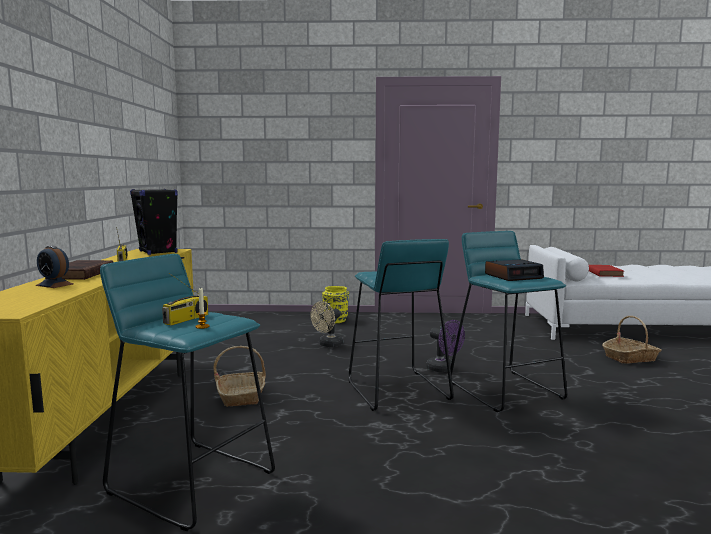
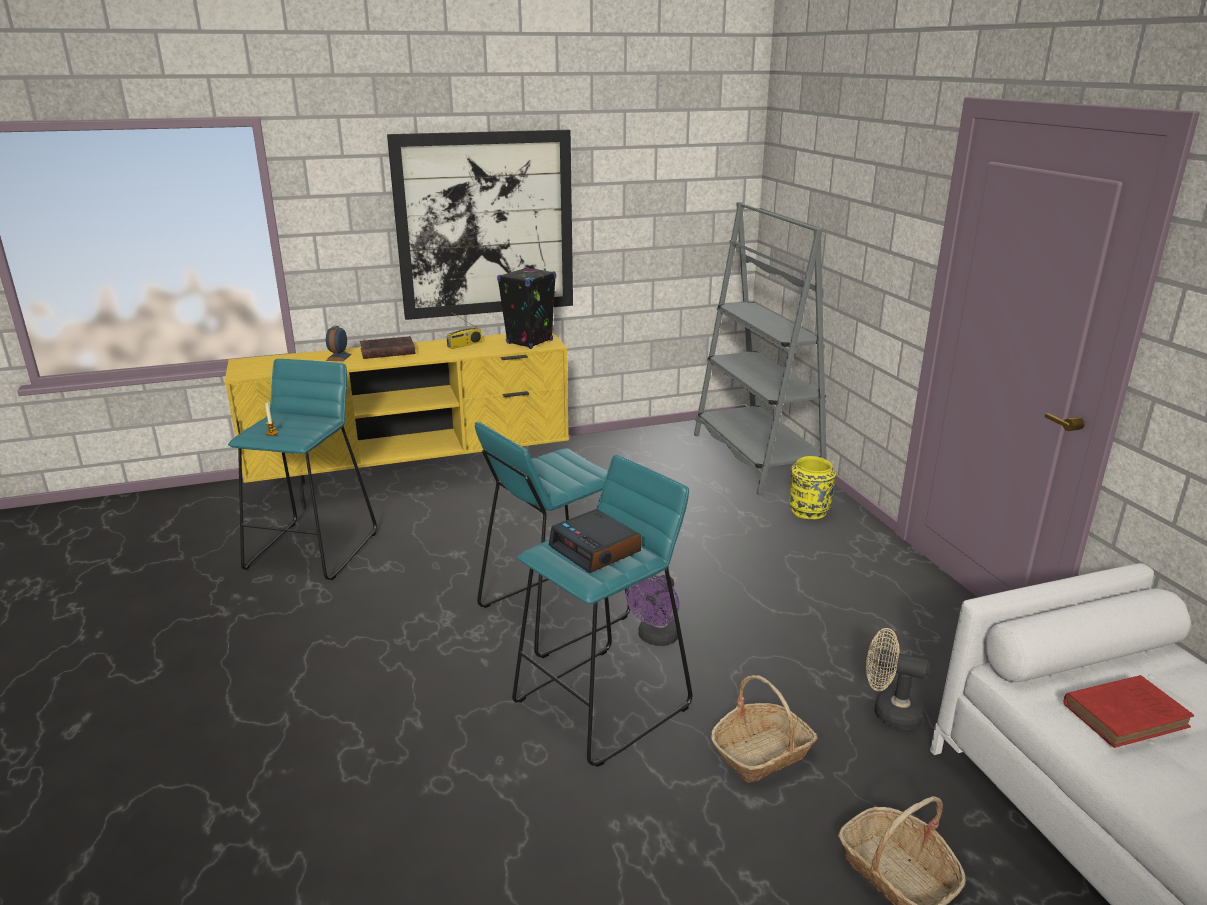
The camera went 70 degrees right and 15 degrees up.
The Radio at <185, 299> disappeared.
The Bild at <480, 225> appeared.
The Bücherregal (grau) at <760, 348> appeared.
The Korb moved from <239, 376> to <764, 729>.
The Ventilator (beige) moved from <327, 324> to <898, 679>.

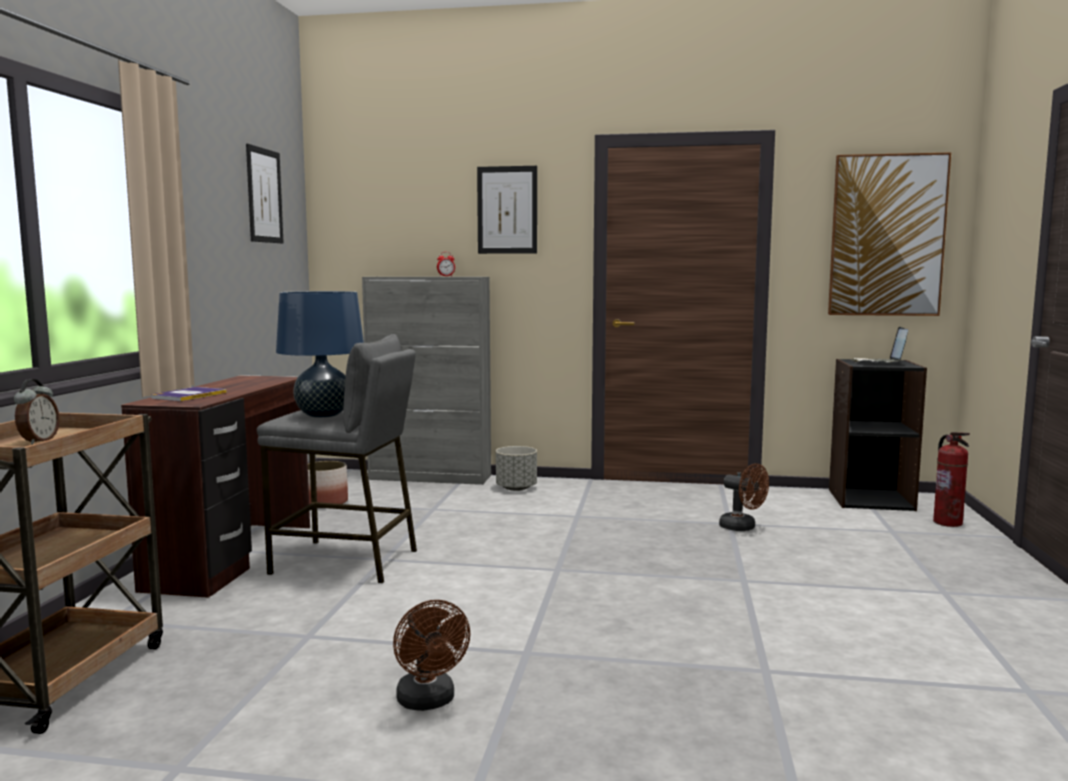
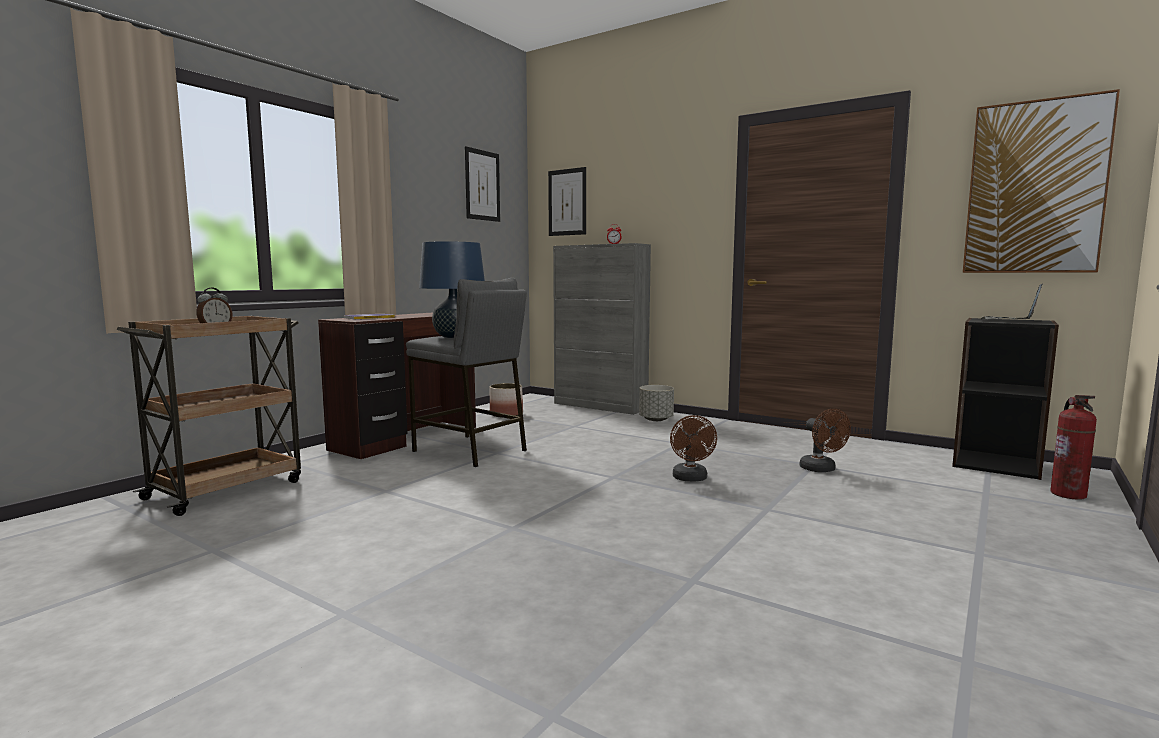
The camera went 25 degrees right and 0 degrees up.
The Ventilator (braun) moved from <431, 655> to <693, 448>.
The Bild moved from <507, 210> to <567, 201>.

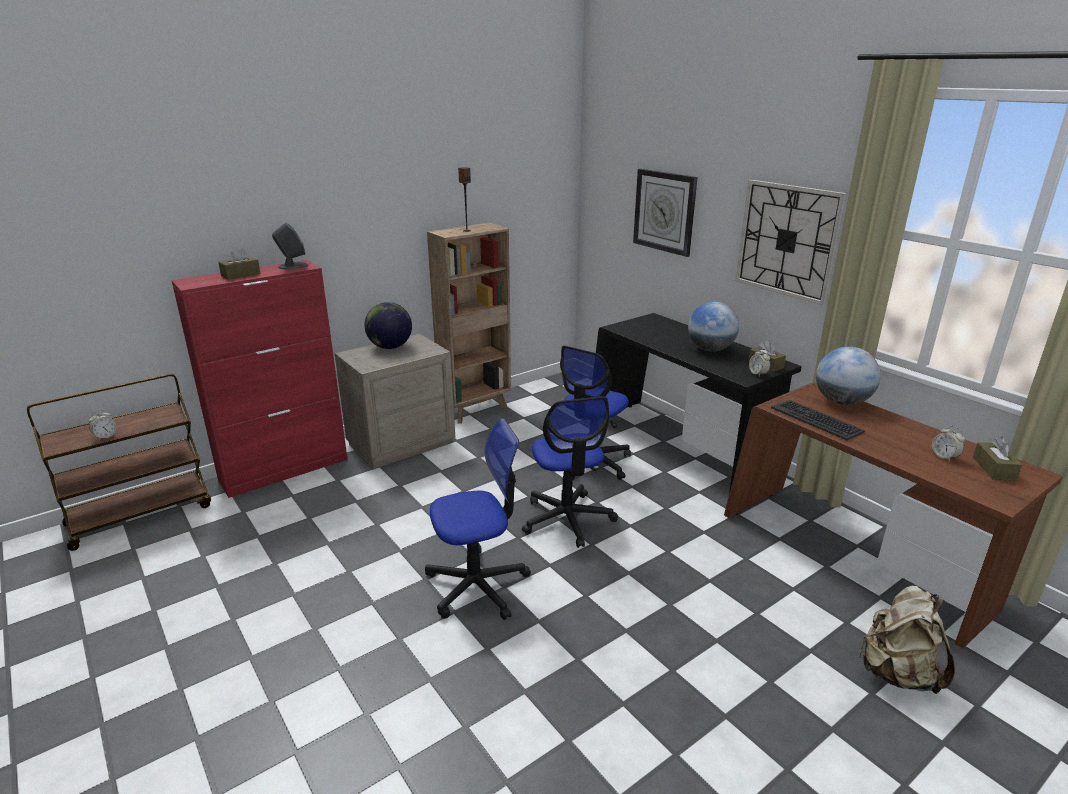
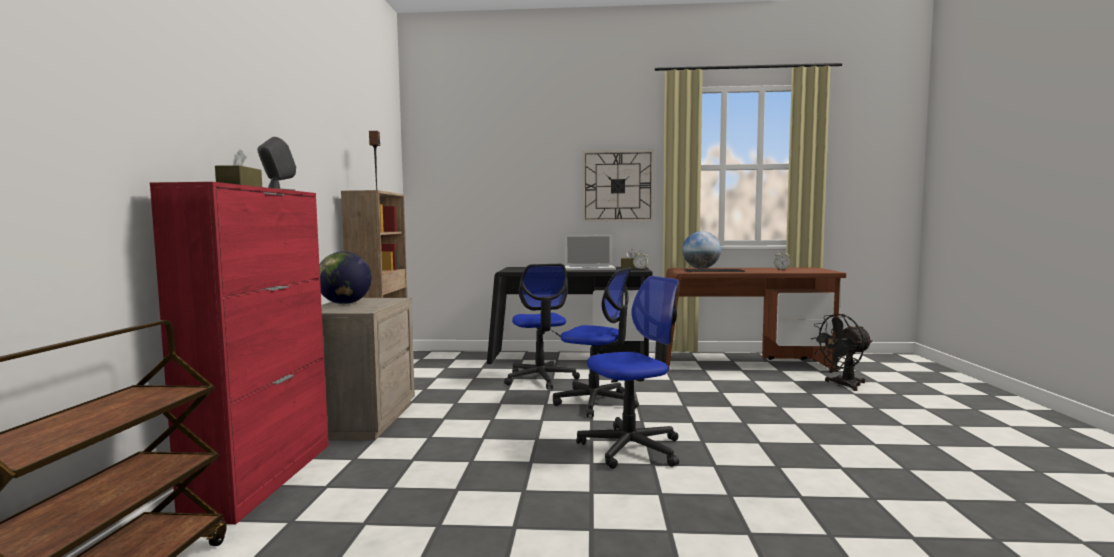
The camera went 50 degrees left and 20 degrees down.
The Wecker at <103, 425> disappeared.
The Wanduhr at <665, 213> disappeared.
The Taschentuchbox (braun) at <997, 458> disappeared.
The Globus at <713, 327> was replaced by the Laptop at <590, 252>.
The Rucksack (beige) at <906, 640> was replaced by the Ventilator (schwarz) at <842, 352>.
The Bürostuhl at <478, 519> turned 45 degrees clockwise.

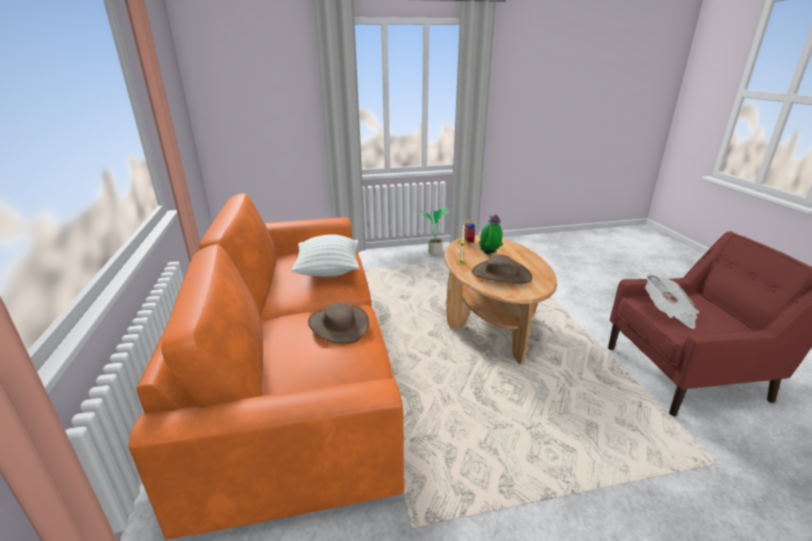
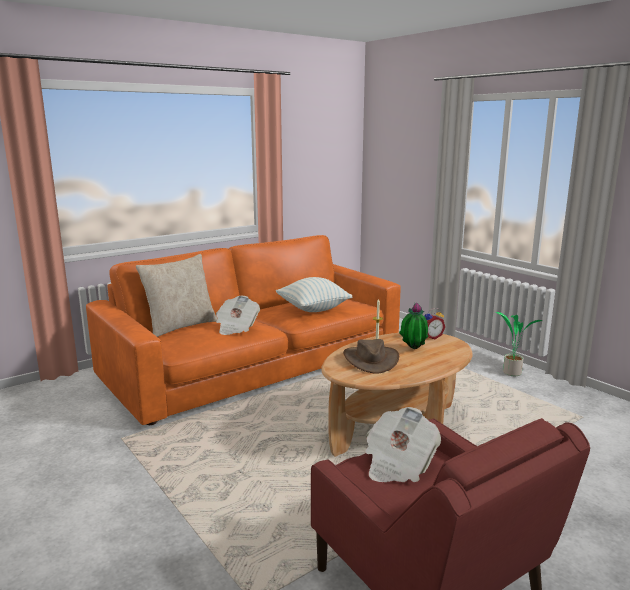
The camera went 65 degrees right and 10 degrees down.
The Kissen (beige) at <177, 295> appeared.
The Hut (braun) at <338, 323> was replaced by the Zeitung at <238, 315>.

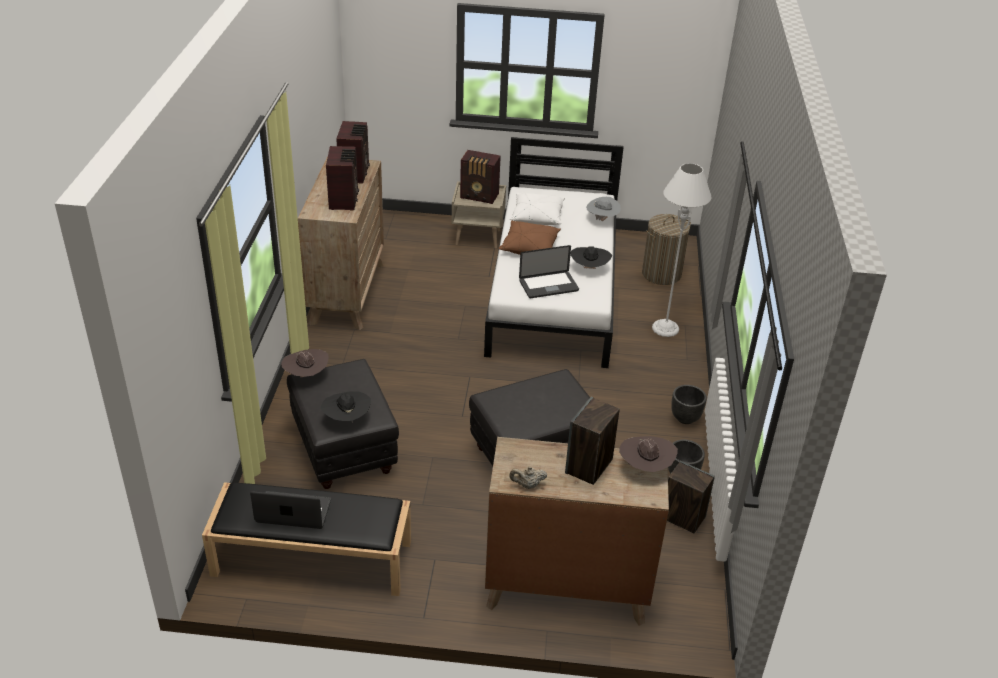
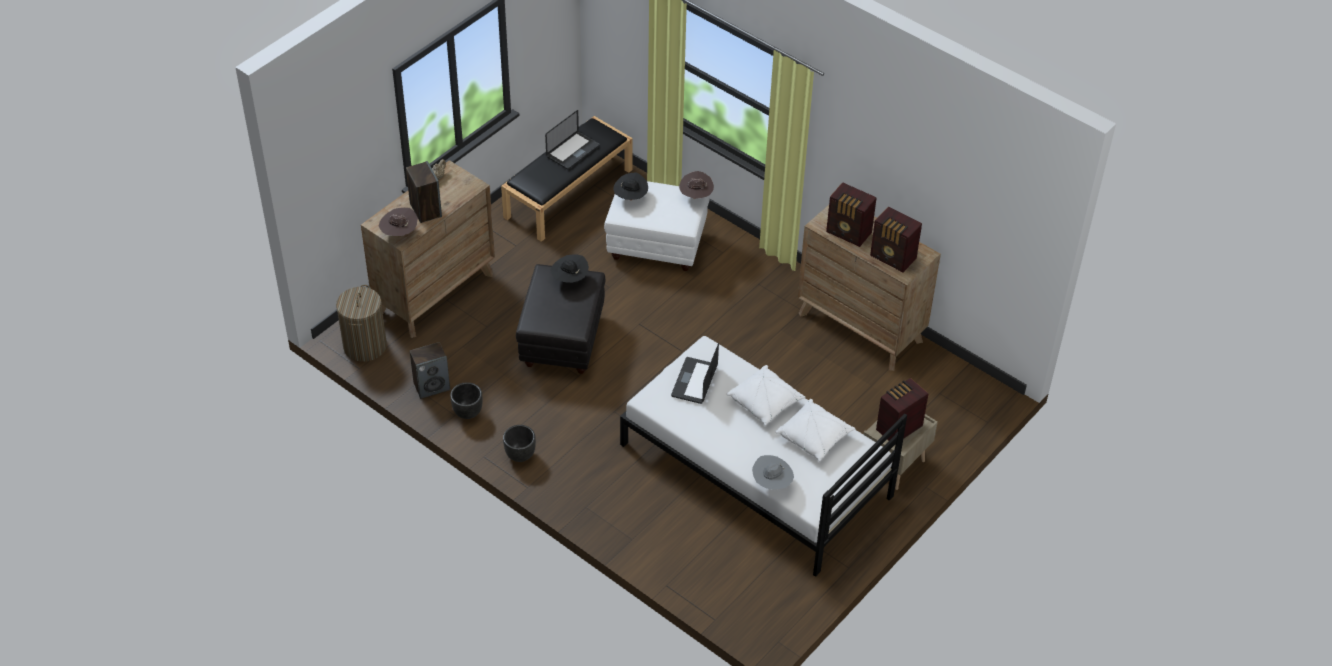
The camera went 125 degrees right and 10 degrees up.
The Stehlampe (grau) at <681, 250> disappeared.
The Hut (schwarz) moved from <591, 257> to <569, 268>.
The Wäschekorb moved from <666, 249> to <361, 323>.
The Polsterhocker (schwarz) at <343, 424> became the Polsterhocker (weiß) at <657, 226>.
The Kissen (braun) at <530, 238> became the Kissen (weiß) at <766, 395>.

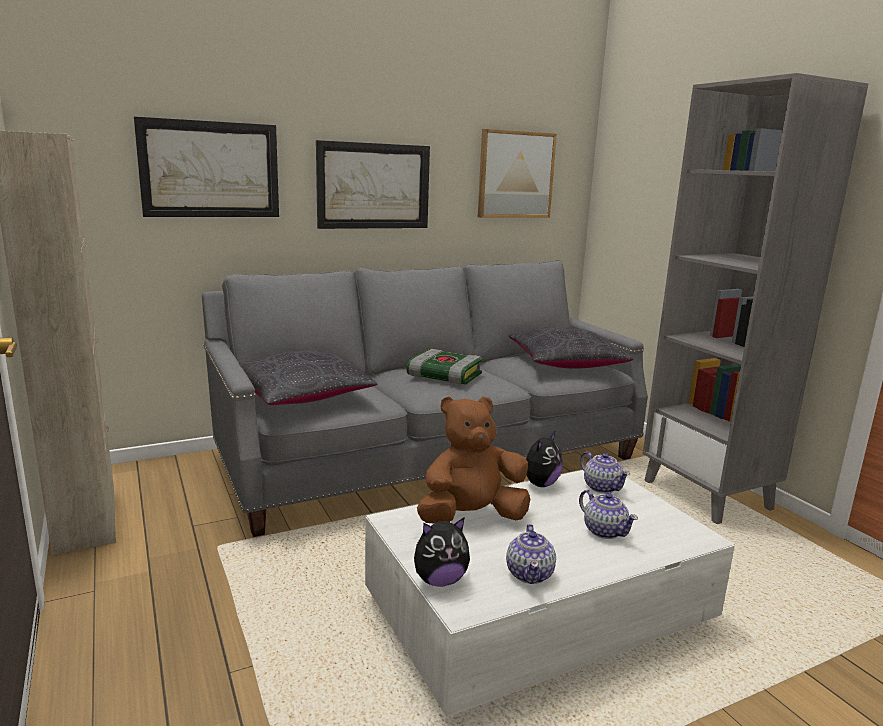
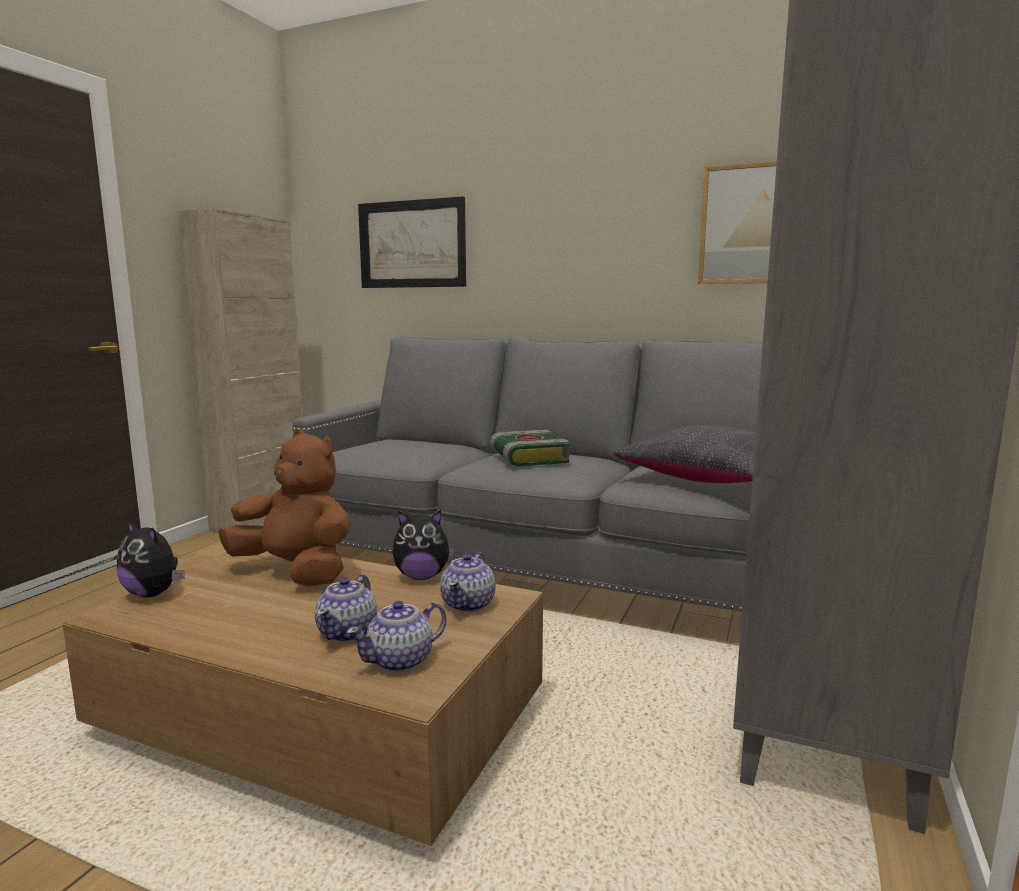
The camera went 50 degrees right and 5 degrees down.
The Kissen (schwarz) at <308, 378> disappeared.
The Bild at <373, 184> disappeared.
The Teekanne moved from <531, 554> to <396, 637>.
The Couchtisch (weiß) at <550, 593> became the Couchtisch (braun) at <302, 698>.

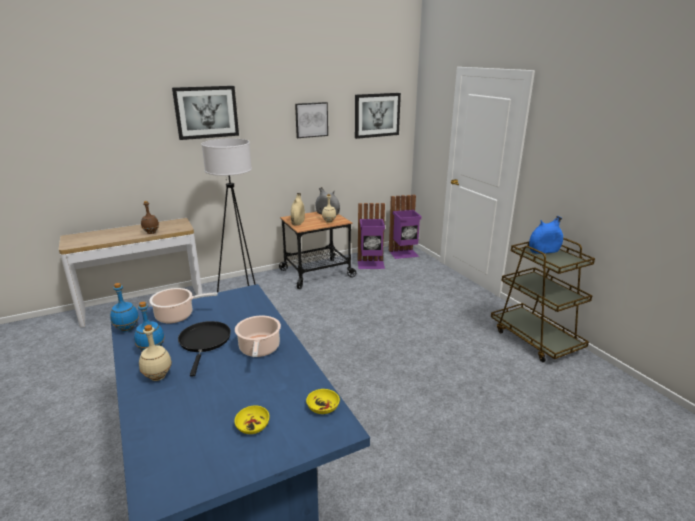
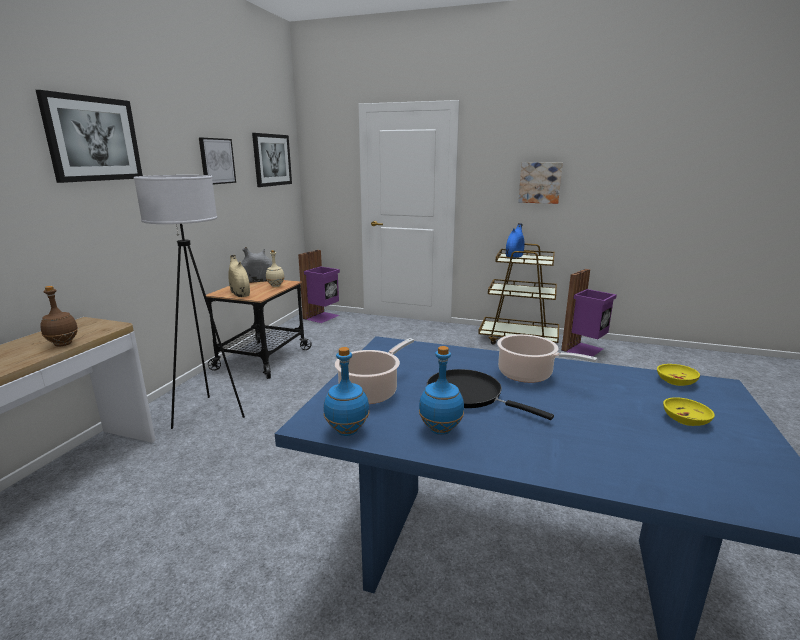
The camera went 45 degrees left and 5 degrees down.
The Flasche (beige) at <155, 353> disappeared.
The Bild at <540, 183> appeared.
The Mülleimer (lila) moved from <371, 236> to <589, 313>.

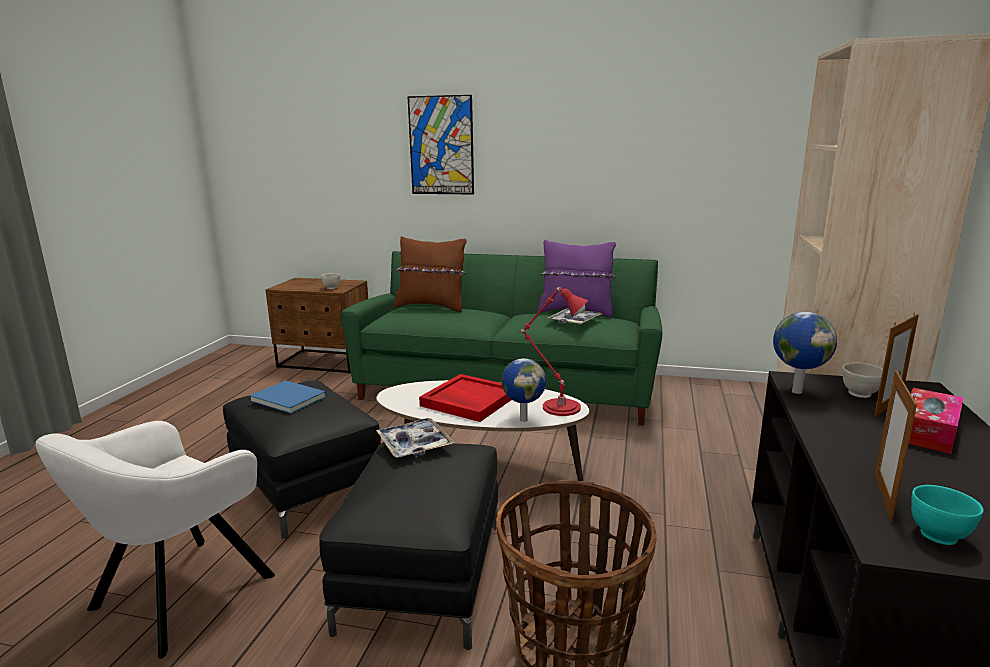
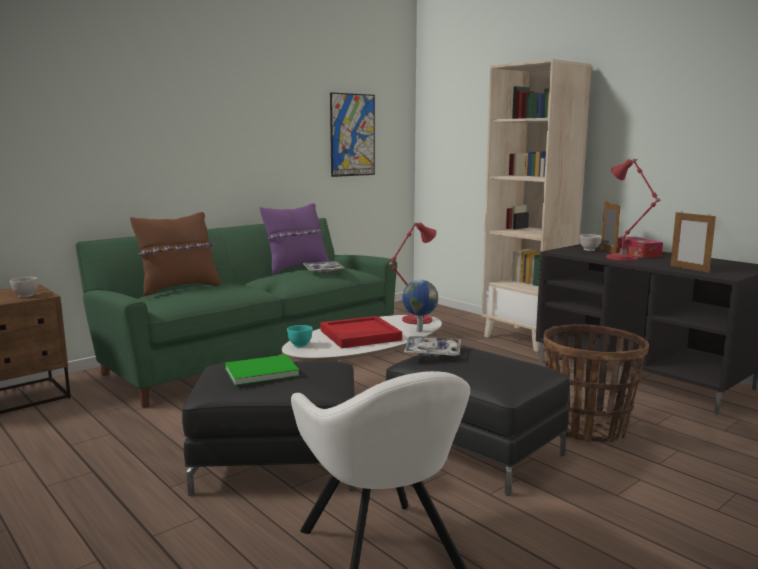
The camera went 55 degrees left and 5 degrees down.
The Globus at <805, 353> disappeared.
The Tischlampe (rot) at <633, 210> appeared.
The Bild moved from <440, 144> to <352, 134>.
The Schüssel (türkis) moved from <947, 515> to <300, 336>.
The Buch (blau) at <288, 397> became the Buch (grün) at <262, 370>.

